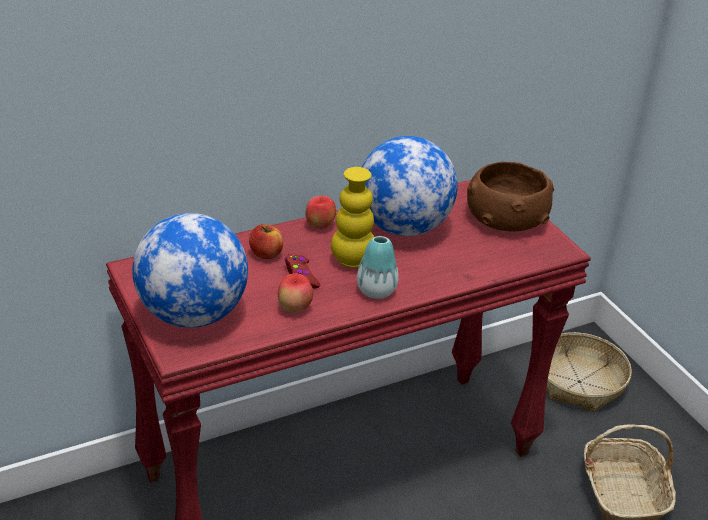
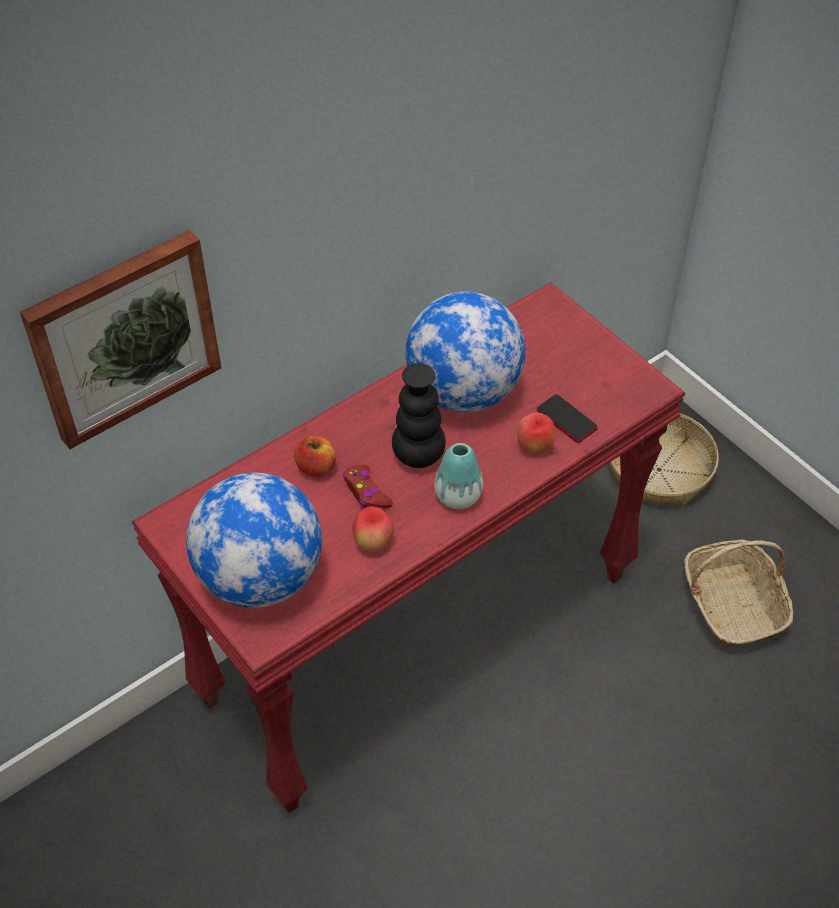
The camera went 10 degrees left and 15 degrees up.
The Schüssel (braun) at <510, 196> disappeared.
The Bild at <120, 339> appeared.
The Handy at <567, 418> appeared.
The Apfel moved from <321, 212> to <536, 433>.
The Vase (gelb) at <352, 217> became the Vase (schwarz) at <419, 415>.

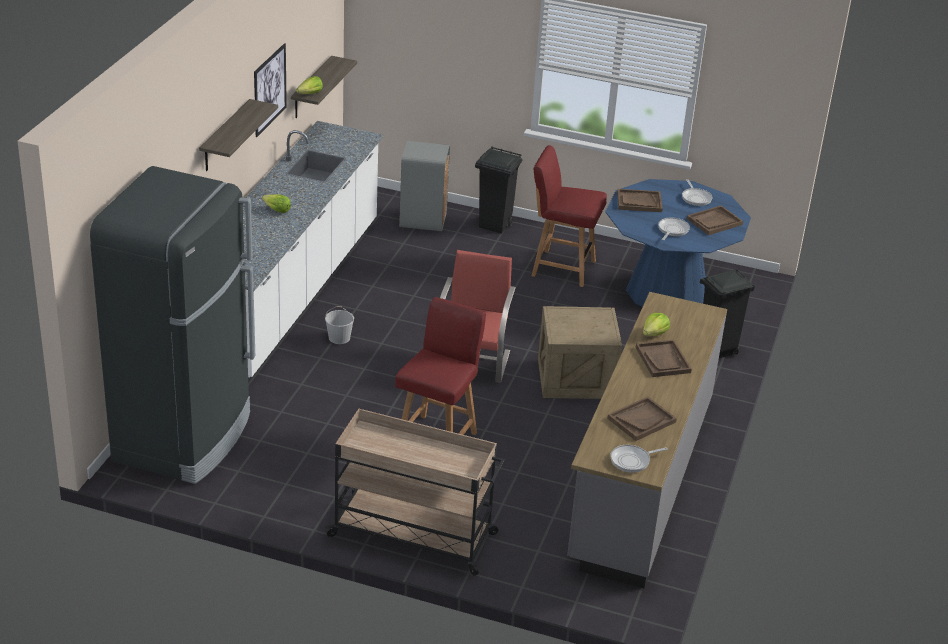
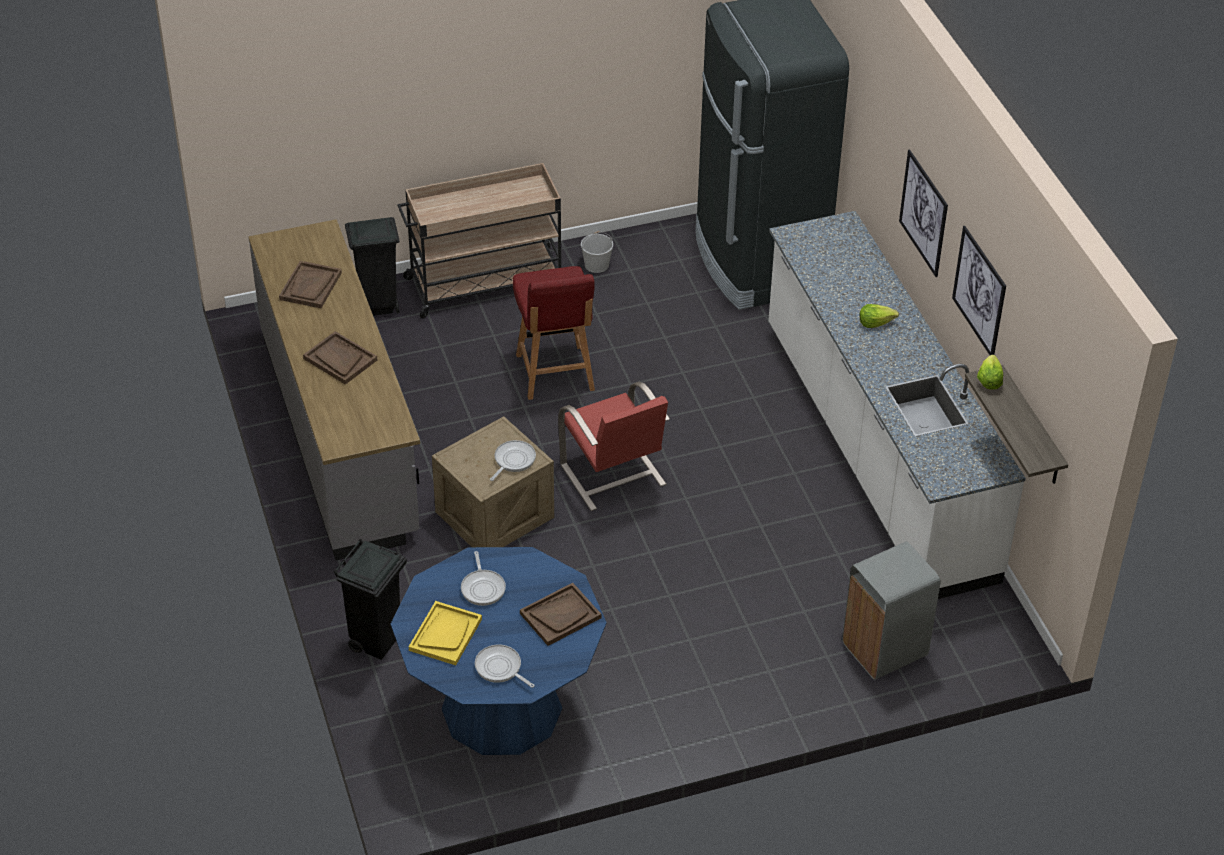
The camera went 145 degrees right and 10 degrees up.
The Stuhl (rot) at <569, 216> disappeared.
The Salatkopf at <656, 324> disappeared.
The Eimer (weiß) moved from <339, 325> to <597, 252>.
The Mülleimer (schwarz) moved from <498, 190> to <372, 266>.
The Pfanne moved from <639, 459> to <513, 460>.
The Wandregal at <238, 135> was replaced by the Bild at <923, 213>.
The Tablett (braun) at <715, 220> became the Tablett (gelb) at <445, 633>.

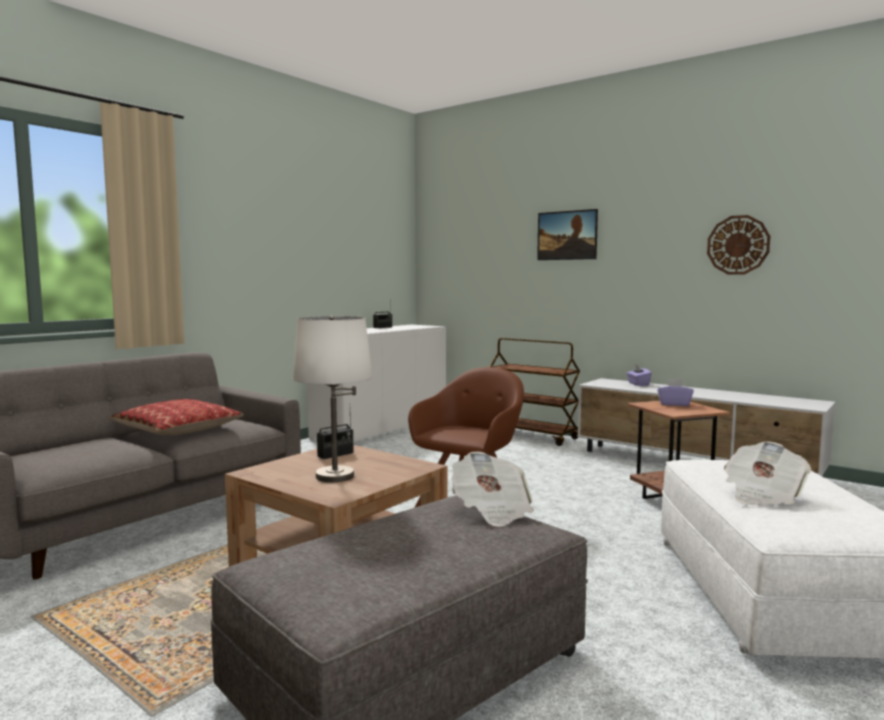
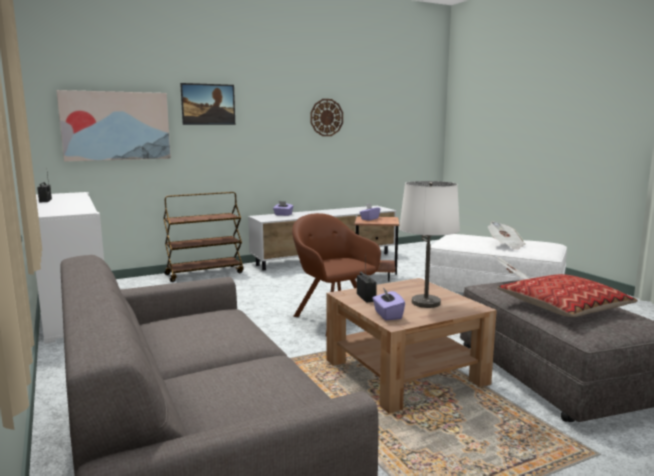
The camera went 65 degrees left and 5 degrees up.
The Bild at <114, 126> appeared.
The Taschentuchbox (lila) at <388, 304> appeared.
The Kissen moved from <176, 417> to <567, 295>.

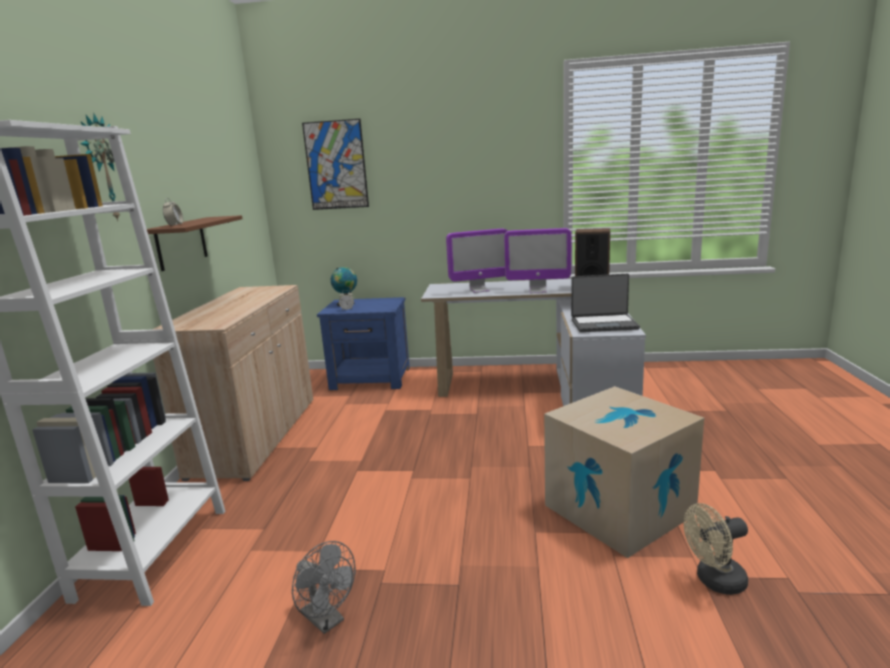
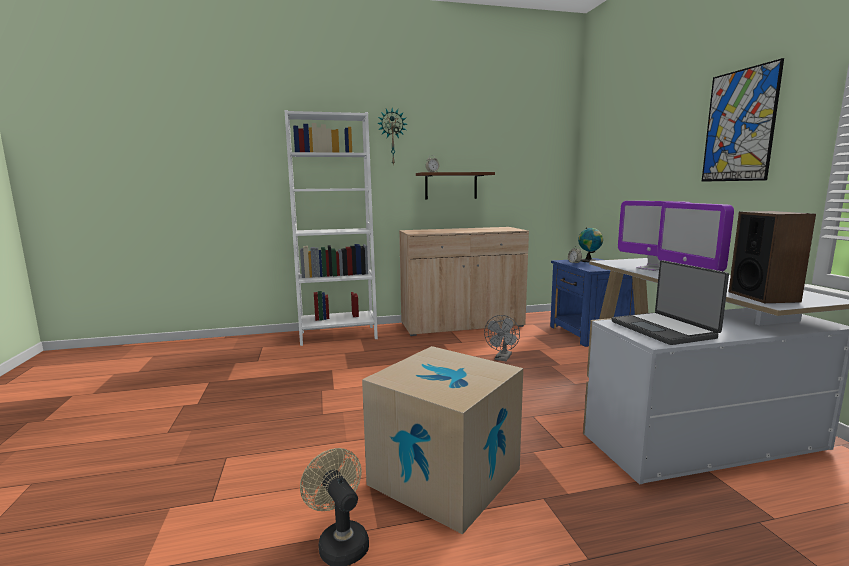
The camera went 70 degrees right and 5 degrees down.
The Ventilator (grau) moved from <323, 587> to <502, 338>.
The Bild moved from <335, 164> to <742, 120>.

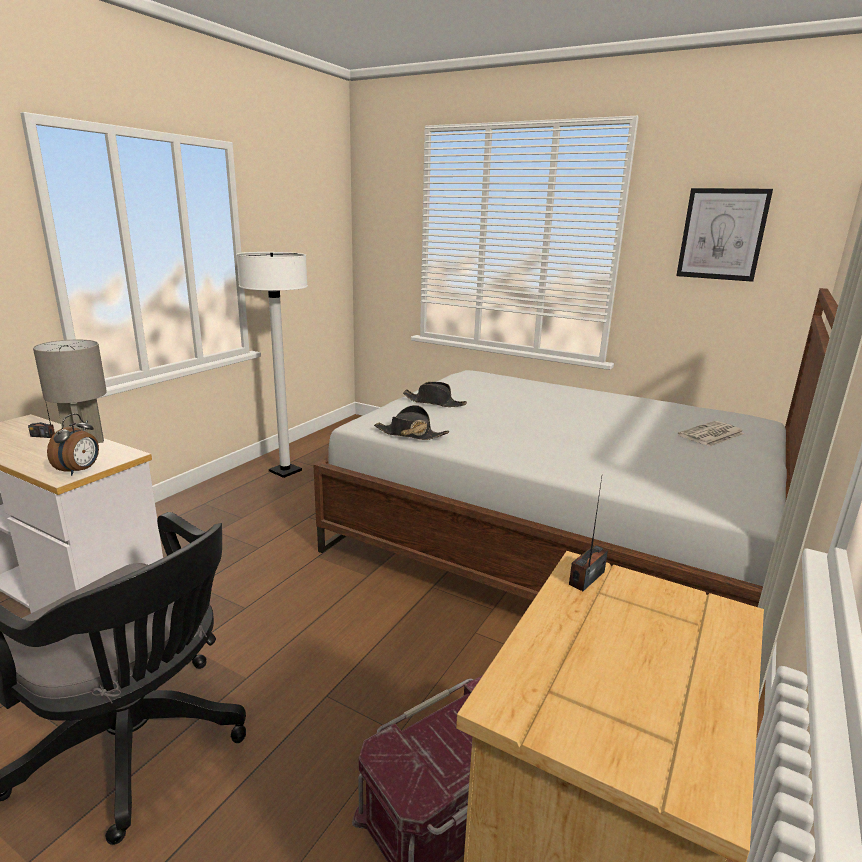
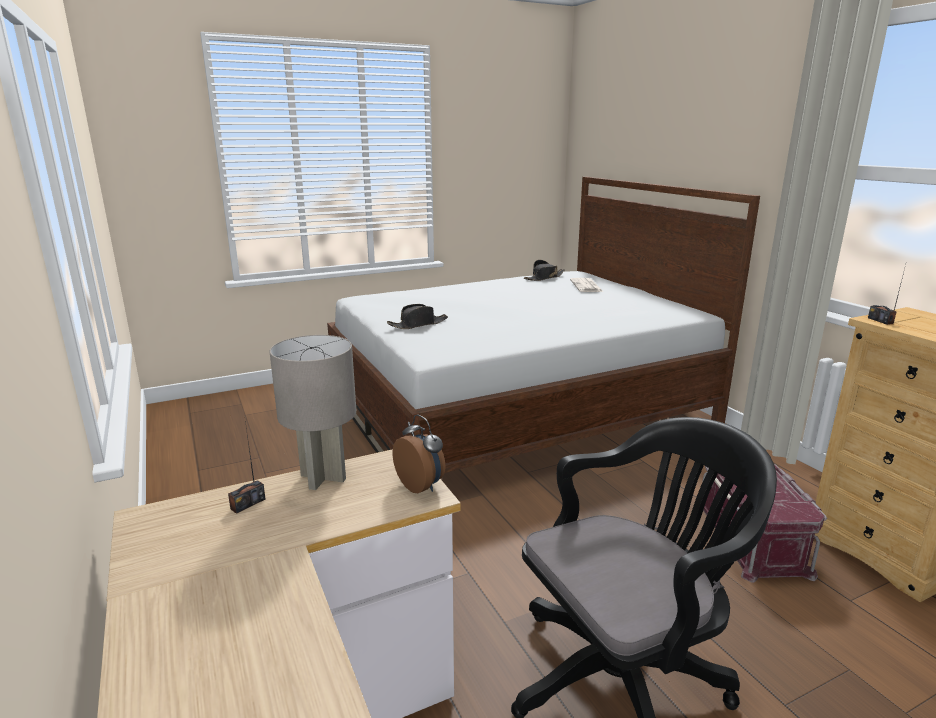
The camera went 55 degrees left and 0 degrees up.
The Stehlampe (weiß) at <272, 365> disappeared.
The Bild at <724, 235> disappeared.
The Hut (schwarz) moved from <411, 422> to <544, 270>.

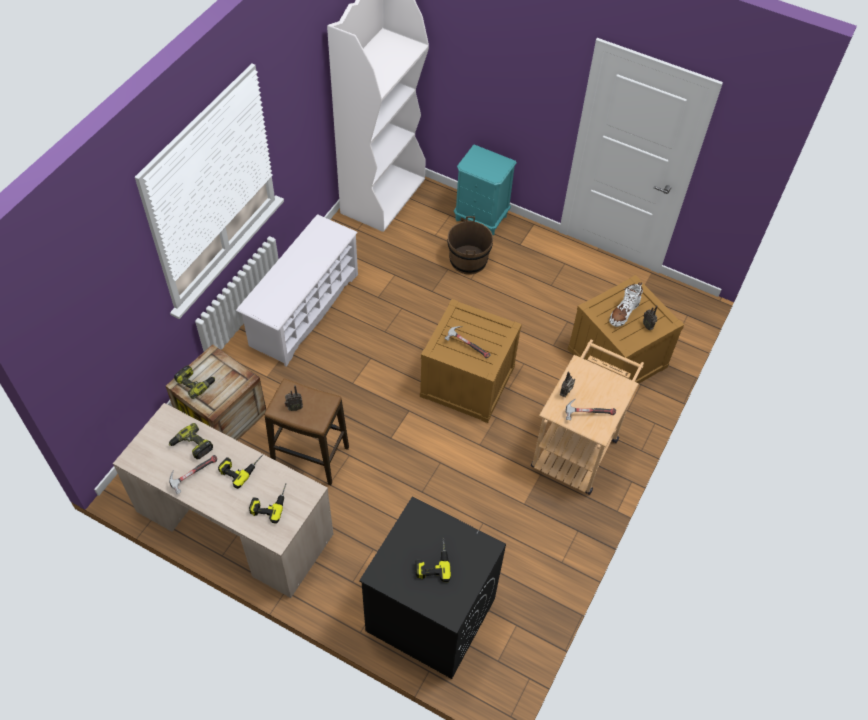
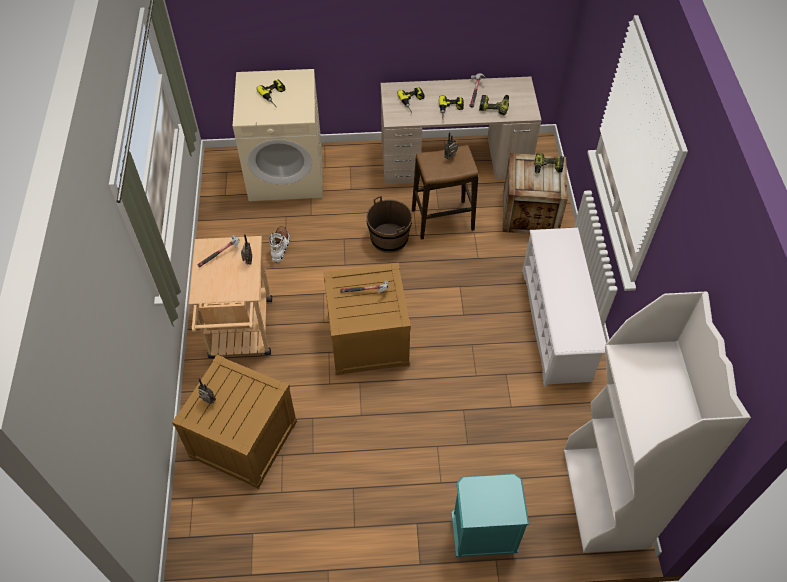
The camera went 150 degrees right and 0 degrees up.
The Eimer (braun) moved from <470, 245> to <389, 224>.
The Stiefel (weiß) moved from <626, 304> to <279, 244>.
The Waschmaschine (schwarz) at <432, 587> became the Waschmaschine (beige) at <278, 135>.

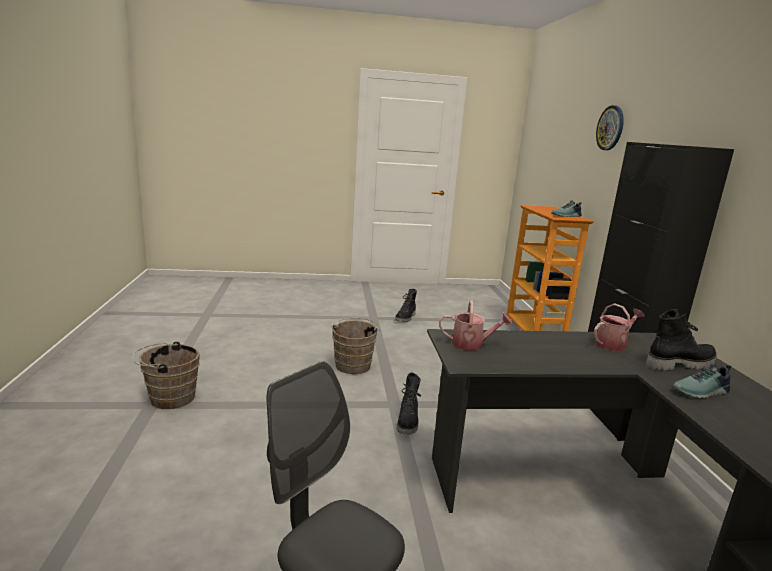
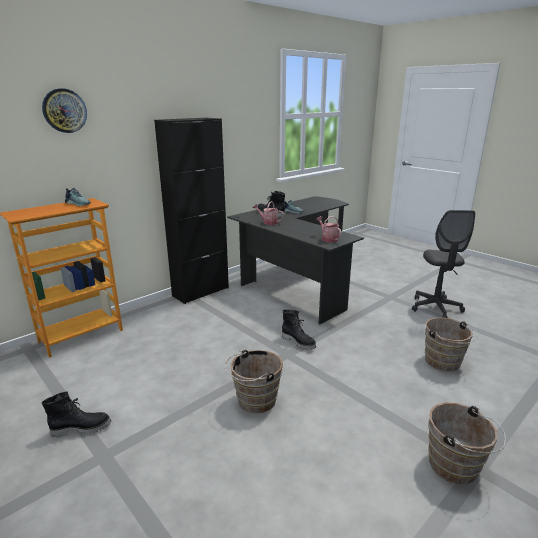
The camera went 125 degrees left and 5 degrees up.
The Eimer (braun) at <451, 344> appeared.
The Stiefel (schwarz) at <409, 404> turned 75 degrees clockwise.

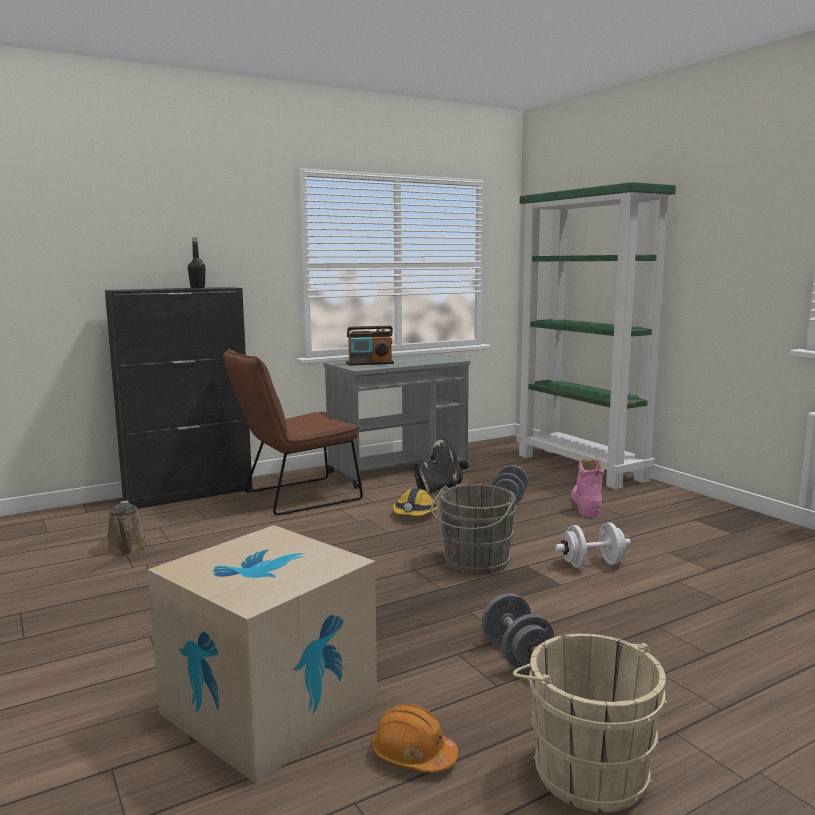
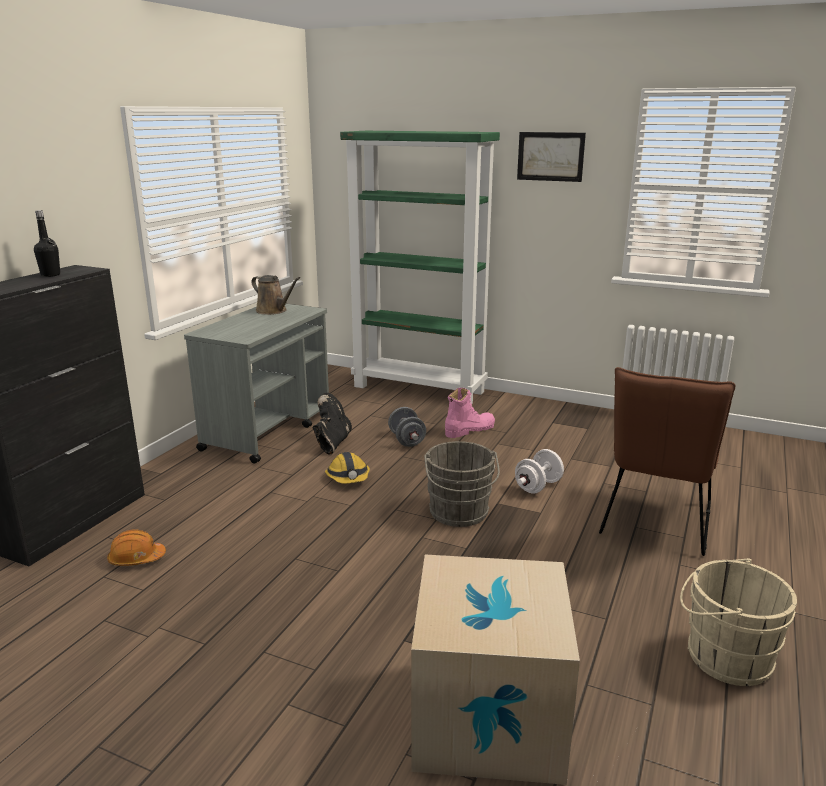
The camera went 35 degrees left and 10 degrees up.
The Radio at <370, 346> disappeared.
The Hantel (grau) at <517, 631> disappeared.
The Bild at <551, 157> appeared.
The Gießkanne (braun) moved from <127, 528> to <276, 295>.
The Stuhl (braun) moved from <293, 432> to <667, 461>.
The Schutzhelm (orange) moved from <414, 738> to <136, 547>.
The Stiefel (rosa) at <587, 488> turned 90 degrees clockwise.

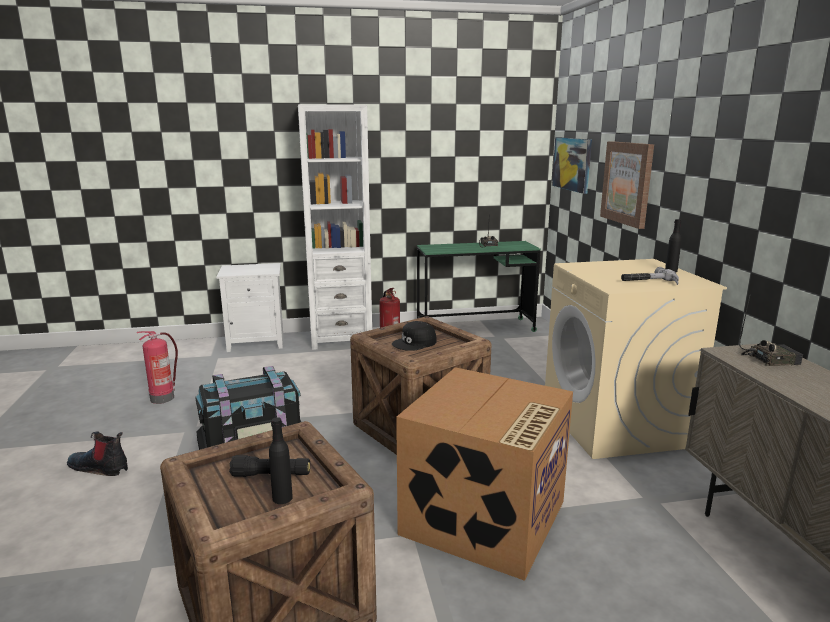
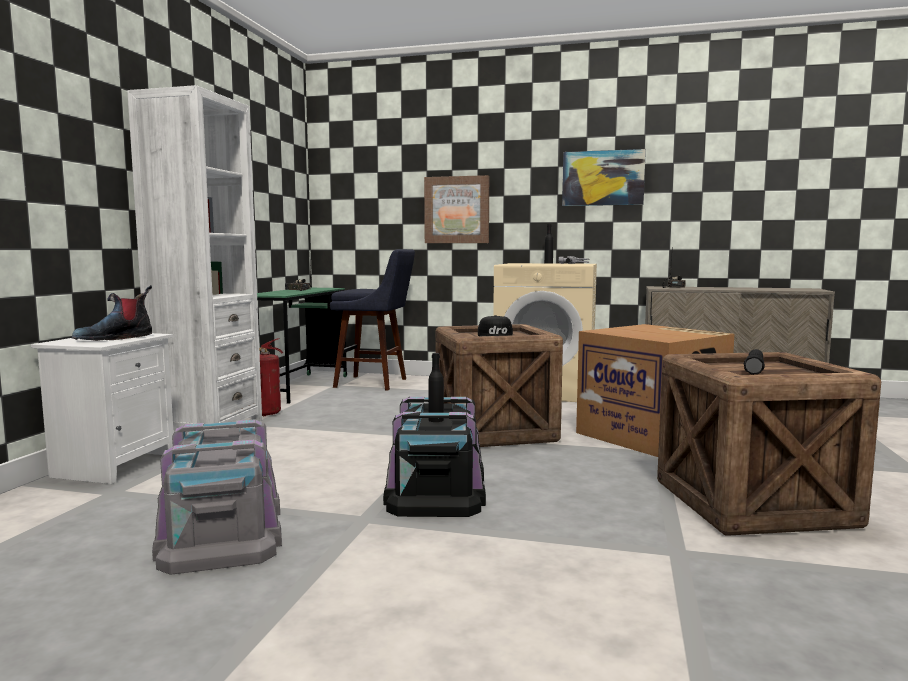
The camera went 65 degrees left and 10 degrees down.
The Hocker (blau) at <372, 320> appeared.
The Stiefel moved from <97, 453> to <111, 313>.
The Flasche (schwarz) moved from <281, 460> to <436, 387>.
The Bild moved from <572, 165> to <604, 177>.
The Feuerlöscher at <157, 367> was replaced by the Aufbewahrungsbox (grau) at <217, 496>.

